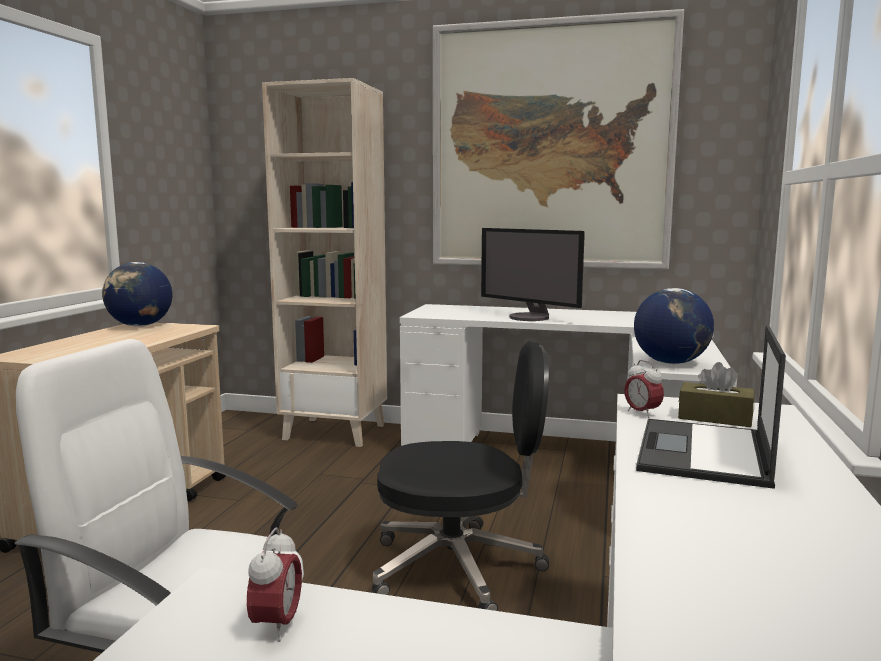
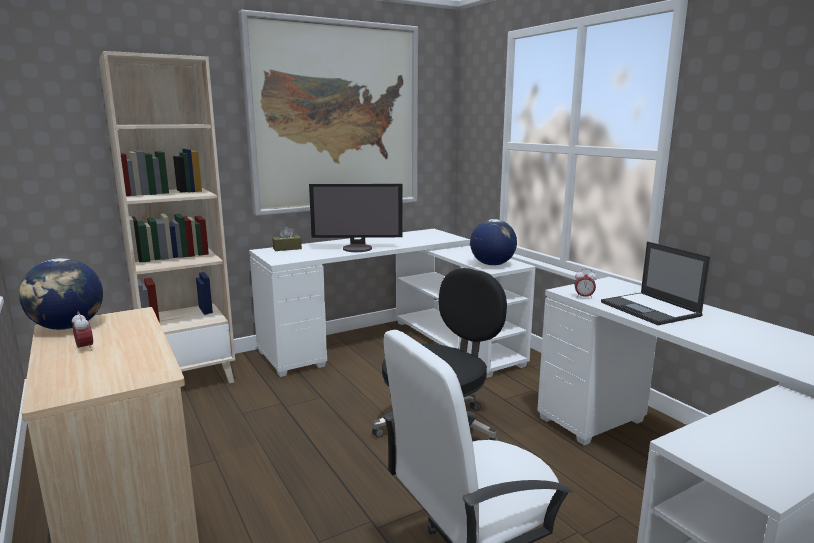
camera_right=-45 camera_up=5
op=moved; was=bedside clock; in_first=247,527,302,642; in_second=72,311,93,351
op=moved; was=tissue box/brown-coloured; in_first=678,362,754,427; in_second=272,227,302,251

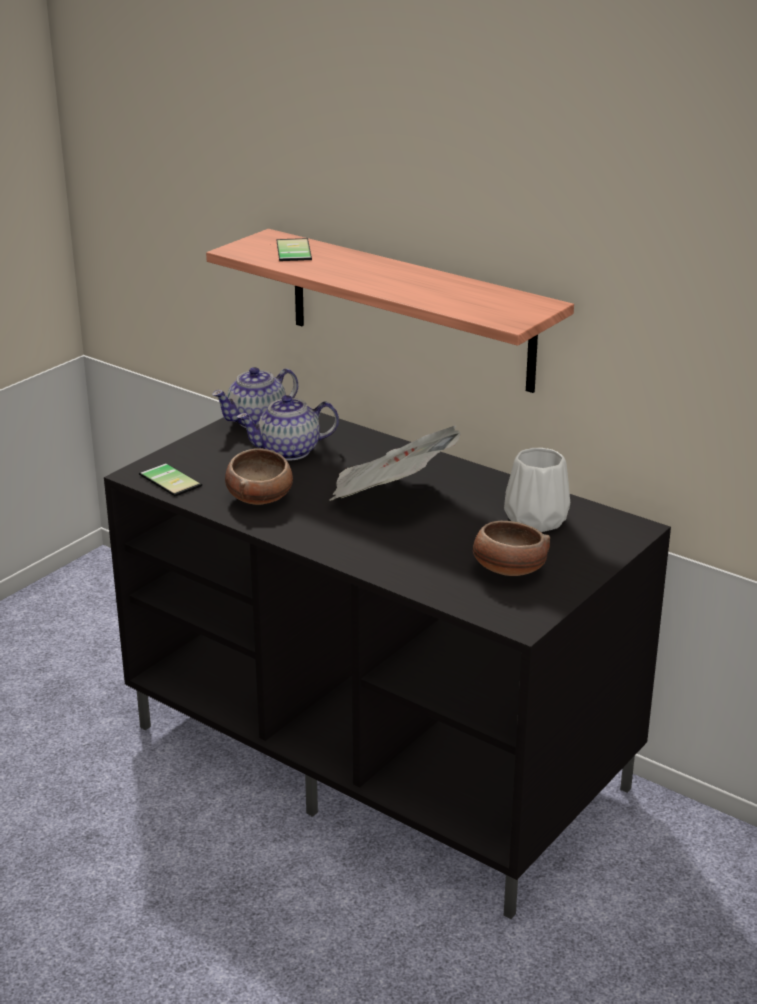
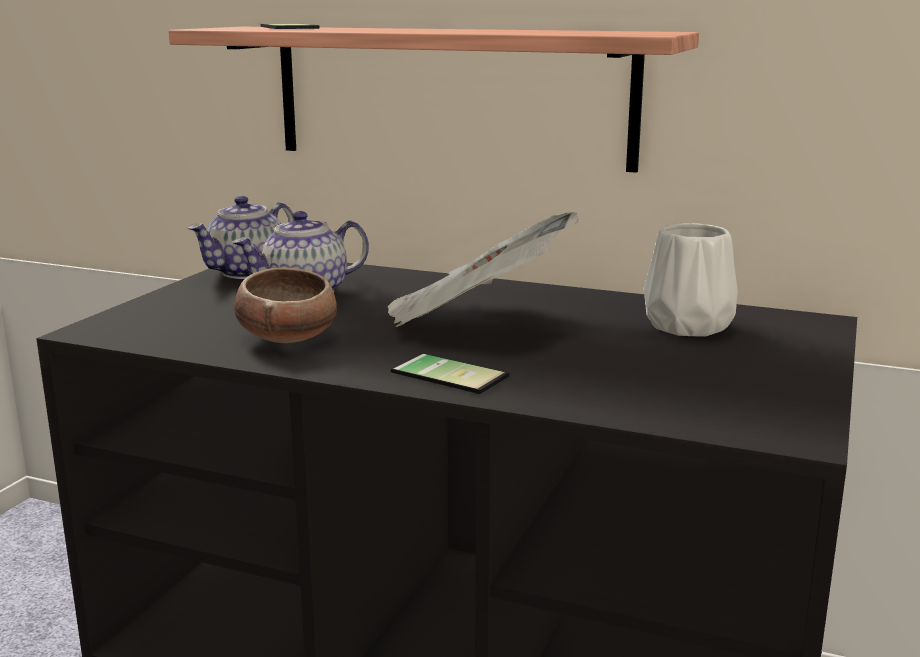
camera_right=-15 camera_up=-10
op=moved; was=telephone; in_first=139,463,202,496; in_second=391,353,509,394
op=removed; was=serving bowl; in_first=473,520,550,576

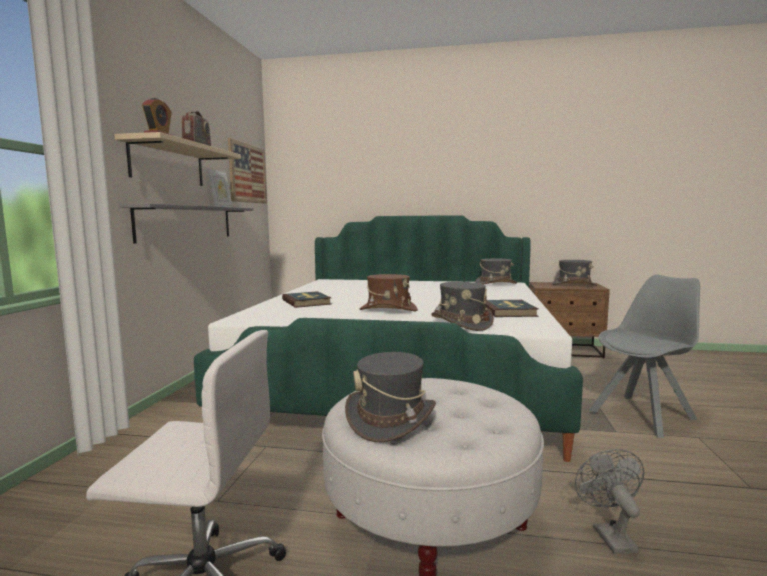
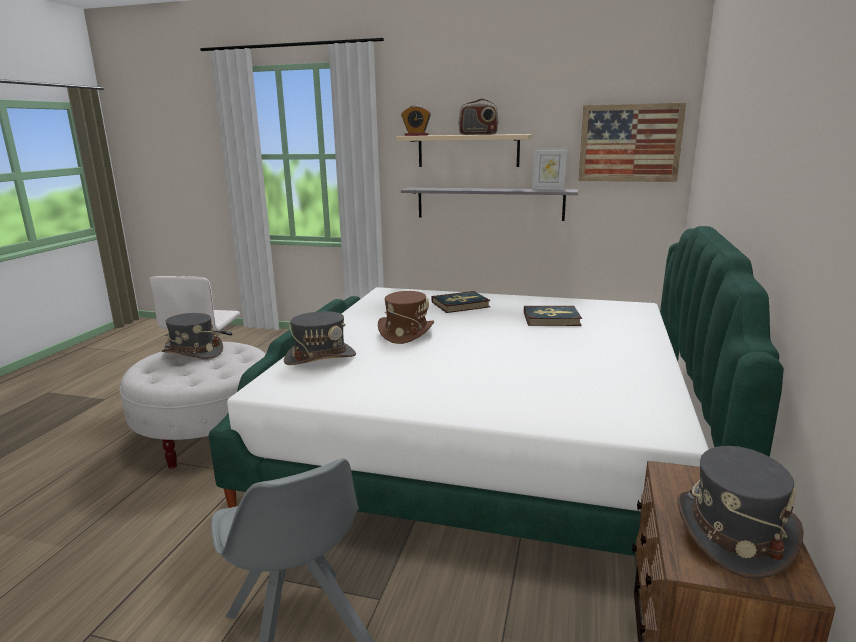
camera_right=95 camera_up=10
op=removed; was=wearable hat/grey; in_first=474,259,517,284
op=moved; was=book; in_first=485,300,539,317; in_second=524,306,582,326
op=removed; was=fan/grey; in_first=575,449,645,554

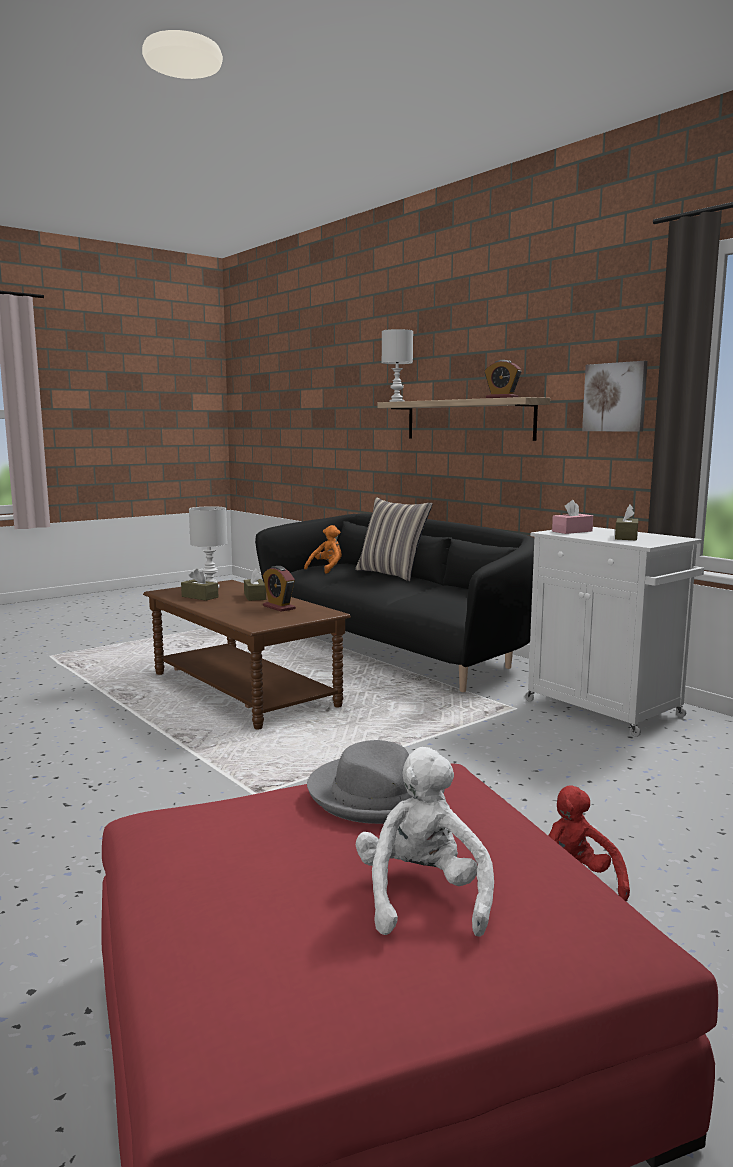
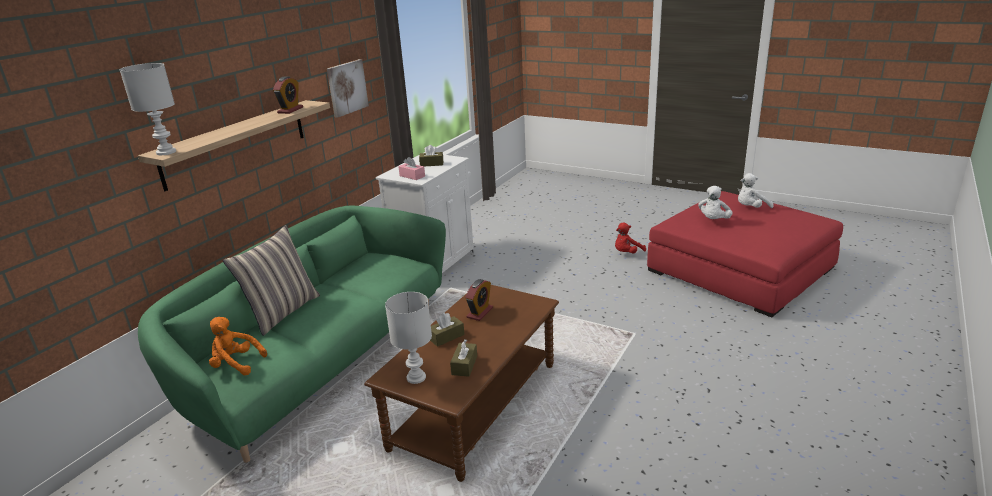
camera_right=-110 camera_up=15
op=recoloured; was=sofa/black; now=sofa/green; in_first=255,513,534,692; in_second=138,206,446,463
op=replaced; was=wearable hat/grey; now=cuddly toy/whitish; in_first=307,740,445,824; in_second=698,186,733,219

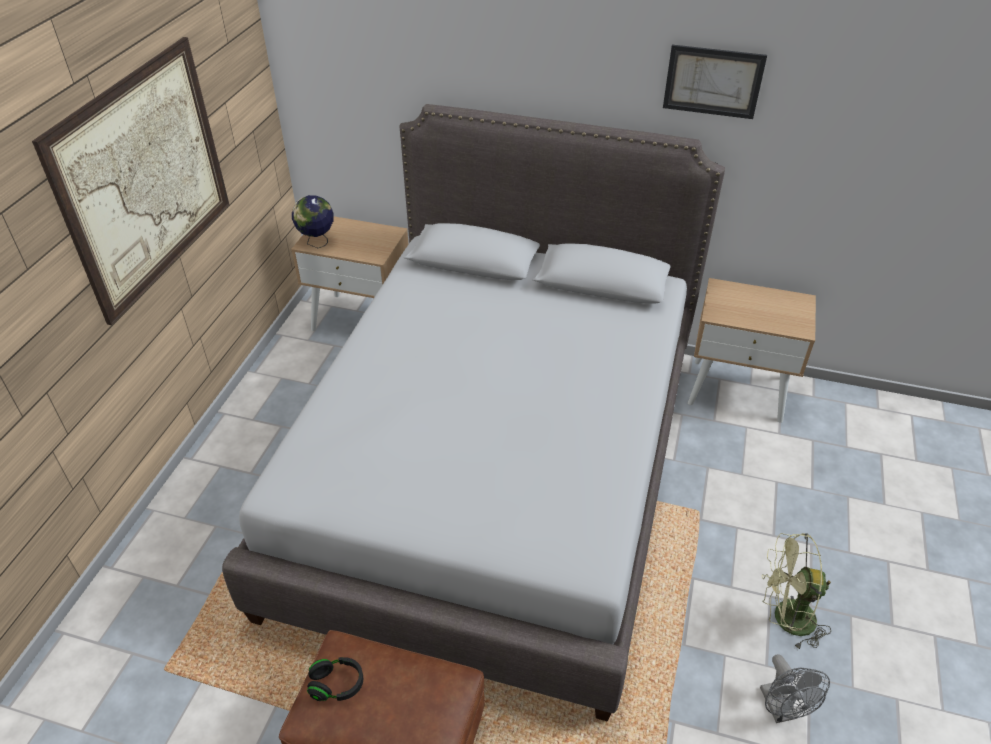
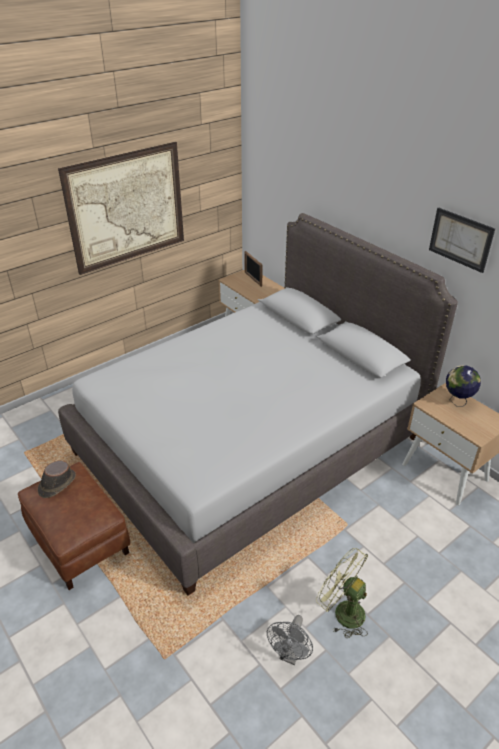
camera_right=35 camera_up=-5
op=moved; was=globe; in_first=292,195,334,248; in_second=446,365,481,406
op=replaced; was=pair of headphones/black; now=wearable hat/brown-coloured; in_first=307,657,363,701; in_second=38,461,76,498
op=added; now=picture frame; in_second=244,251,263,287

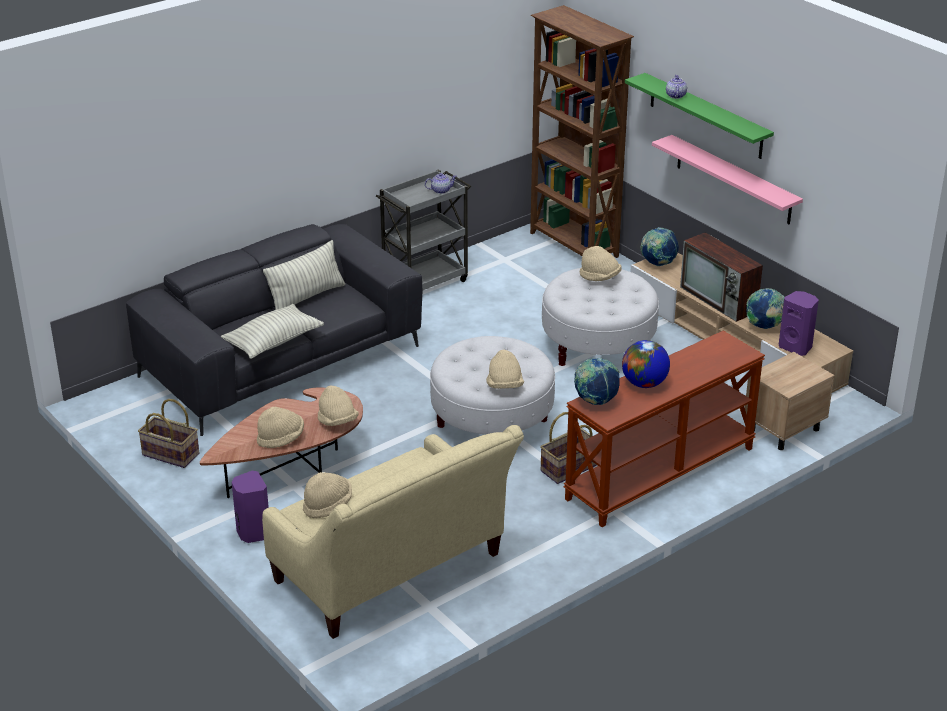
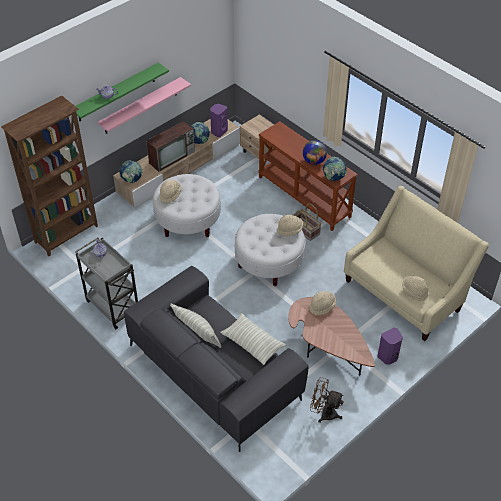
camera_right=-95 camera_up=15
op=replaced; was=household basket; now=fan/brown-coloured; in_first=138,399,199,468; in_second=310,377,344,423
op=removed; was=wearable hat/beige-coloured; in_first=257,407,304,448

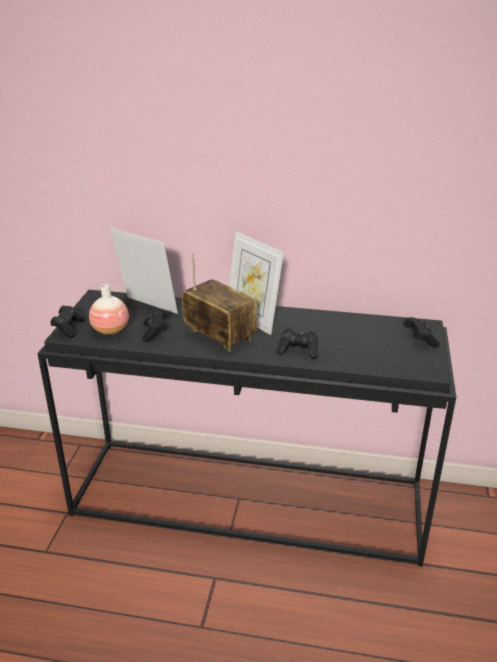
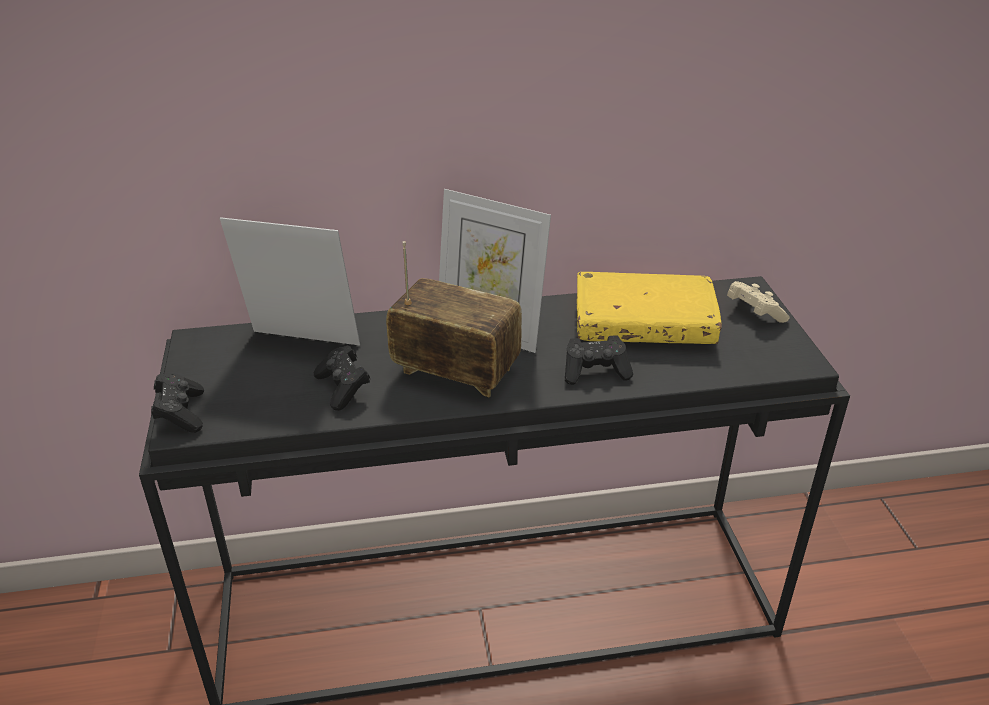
camera_right=-20 camera_up=5
op=removed; was=flower vase; in_first=89,284,129,335
op=recoloured; was=game controller/black; now=game controller/beige-coloured; in_first=404,317,440,348; in_second=727,281,789,323
op=added; now=book/yellowish; in_second=577,272,722,344

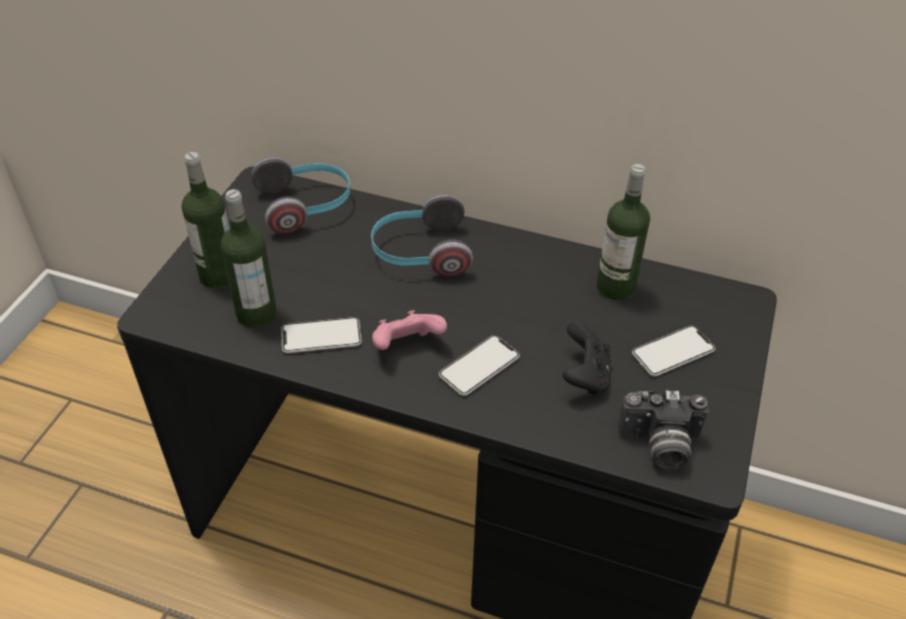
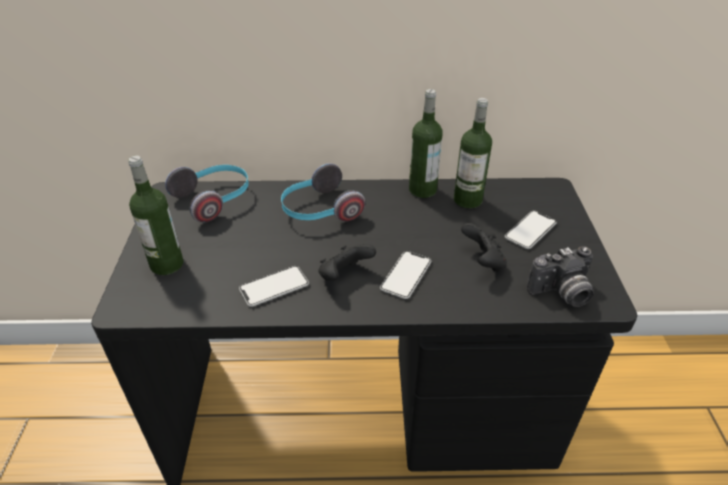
camera_right=-20 camera_up=-5
op=moved; was=drink bottle; in_first=221,189,277,328; in_second=409,89,443,198
op=recoloured; was=game controller/pinkish; now=game controller/black; in_first=372,310,447,350; in_second=318,244,376,281

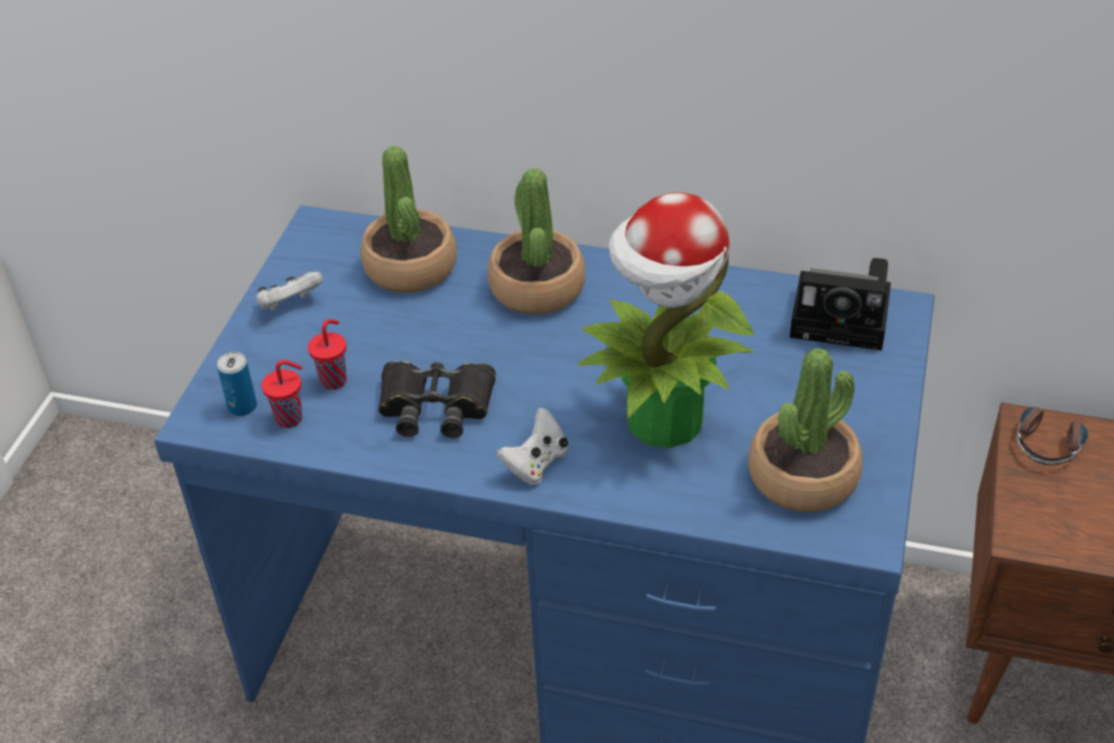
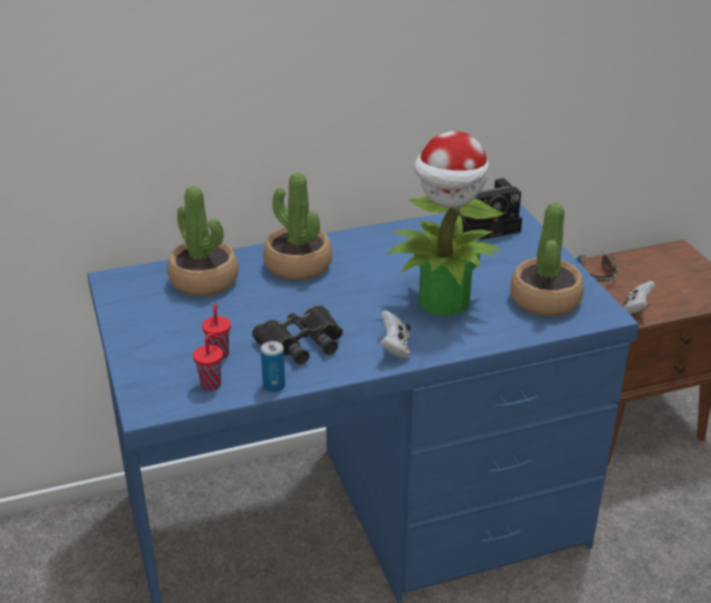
camera_right=-35 camera_up=-10
op=moved; was=can; in_first=217,352,257,416; in_second=261,341,285,392
op=moved; was=game controller/whitish; in_first=256,272,323,312; in_second=623,281,655,314

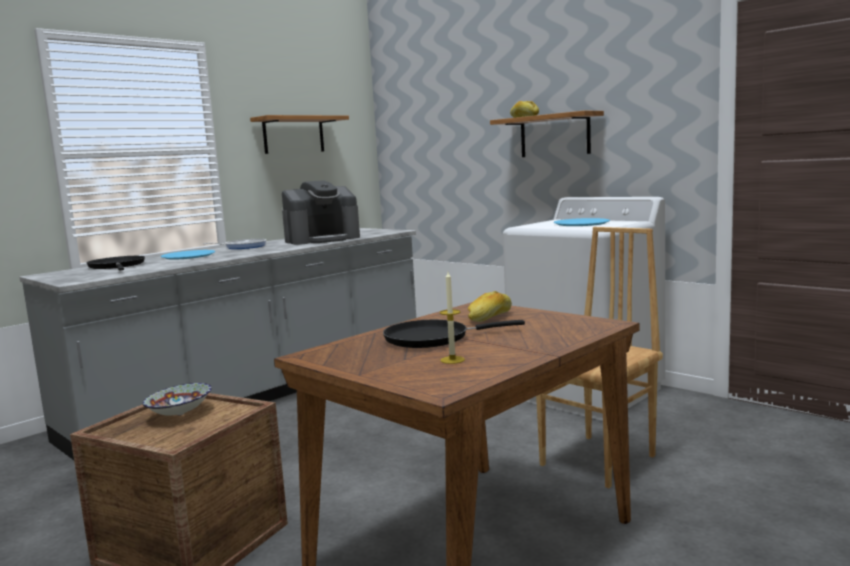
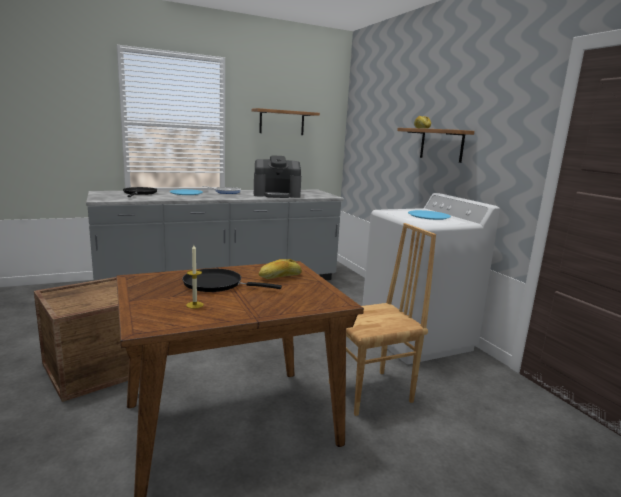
camera_right=20 camera_up=5
op=removed; was=serving bowl; in_first=143,383,212,416

